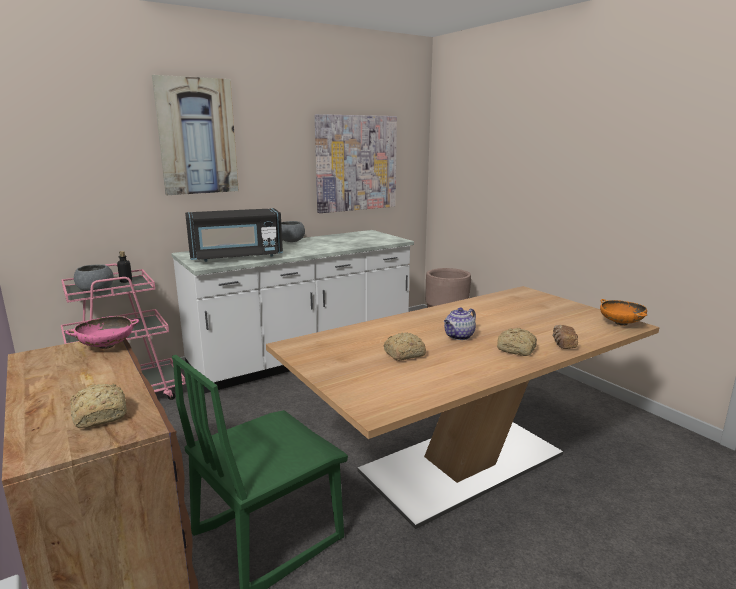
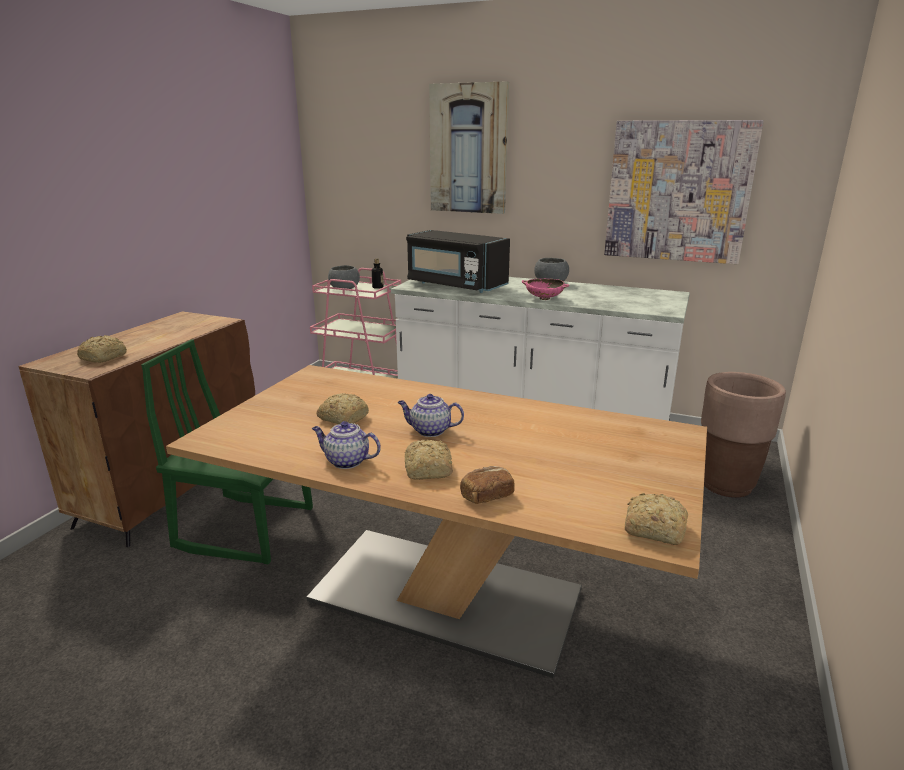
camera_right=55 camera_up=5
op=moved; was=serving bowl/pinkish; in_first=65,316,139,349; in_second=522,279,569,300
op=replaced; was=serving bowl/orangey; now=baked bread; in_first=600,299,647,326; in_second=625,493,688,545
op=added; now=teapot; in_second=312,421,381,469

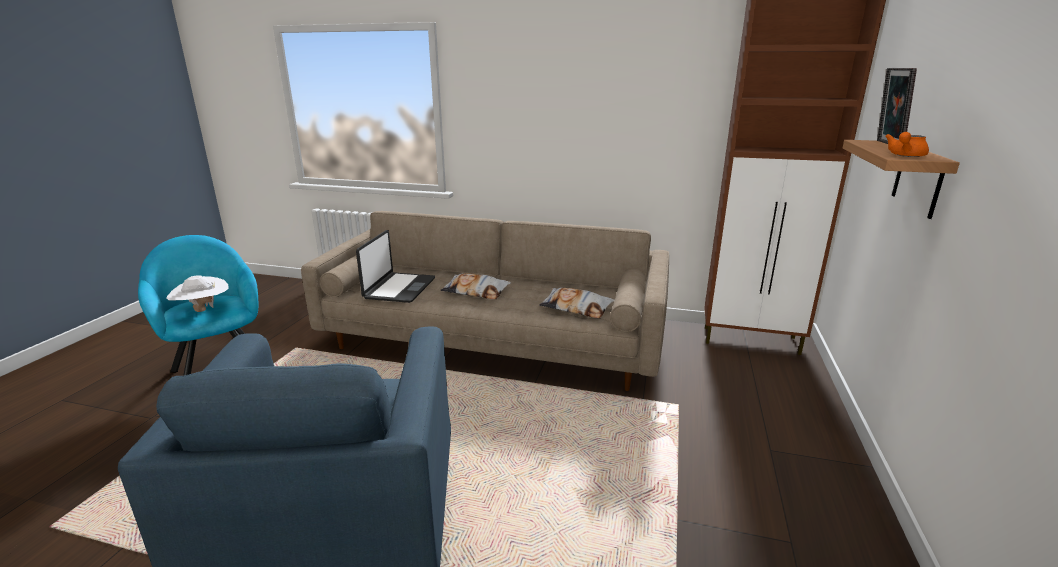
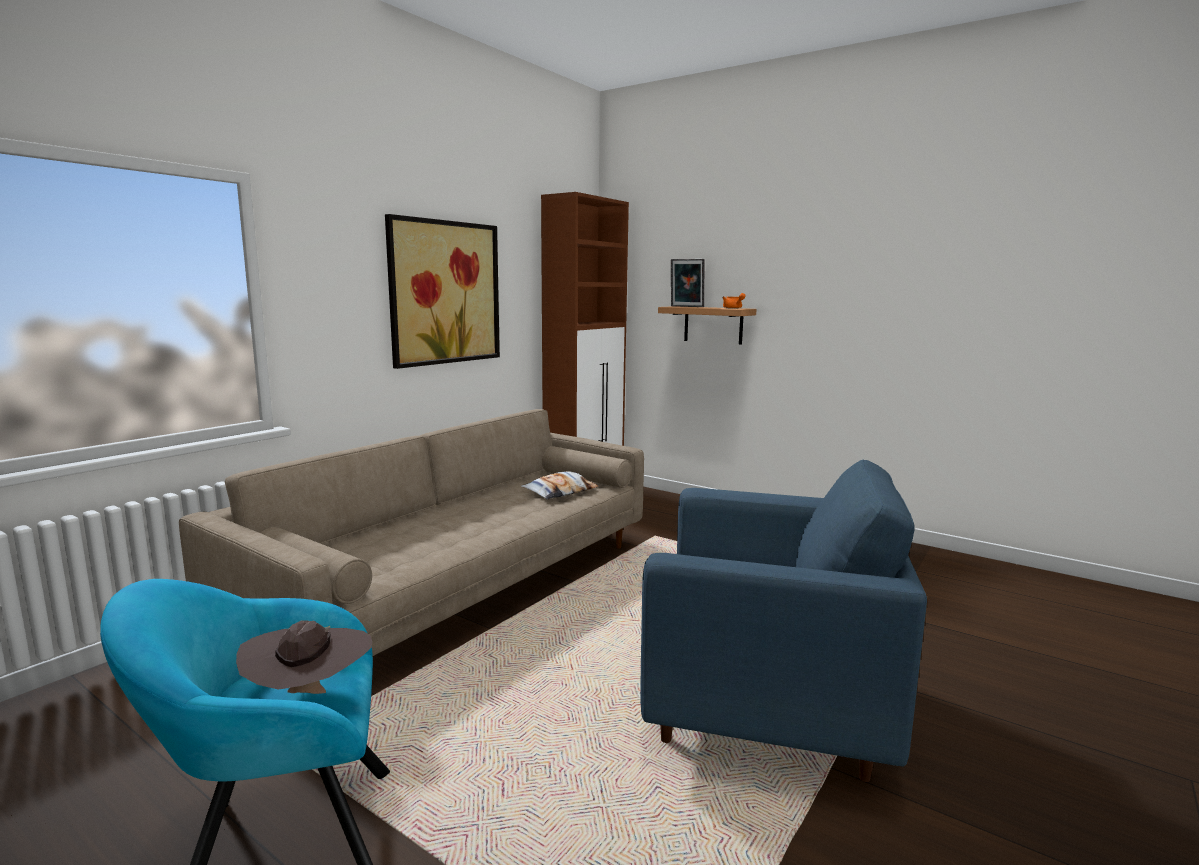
camera_right=-70 camera_up=-10
op=recoloured; was=wearable hat/whitish; now=wearable hat/brown-coloured; in_first=167,275,229,312; in_second=236,621,372,694
op=removed; was=laptop; in_first=356,230,435,303
op=removed; was=pillow; in_first=440,273,511,299
op=added; now=picture; in_second=385,214,500,369

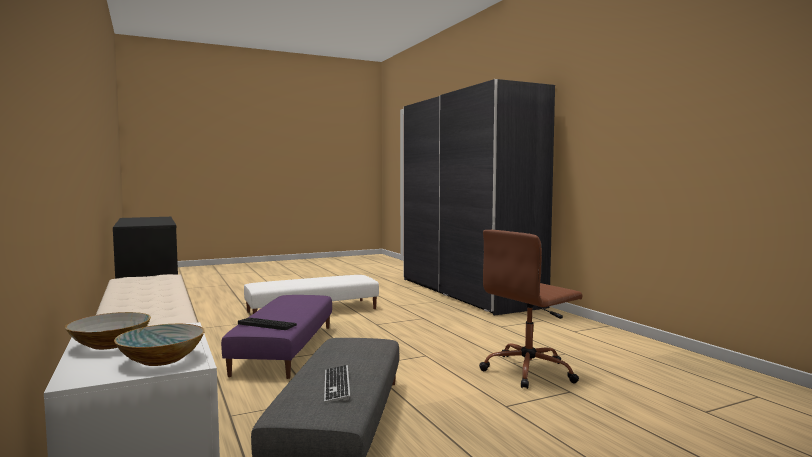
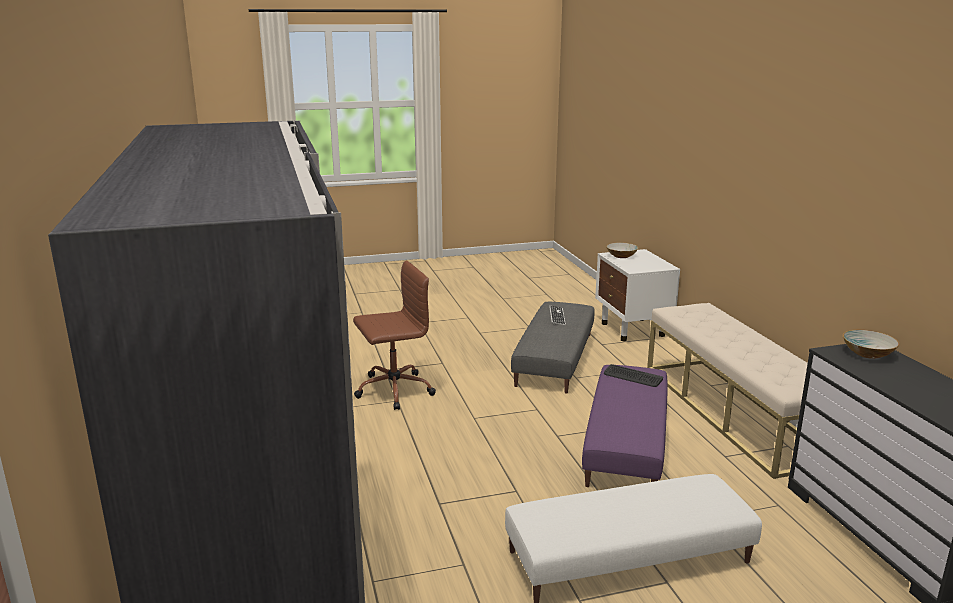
camera_right=-170 camera_up=15
op=moved; was=serving bowl; in_first=65,312,151,350; in_second=843,330,899,359

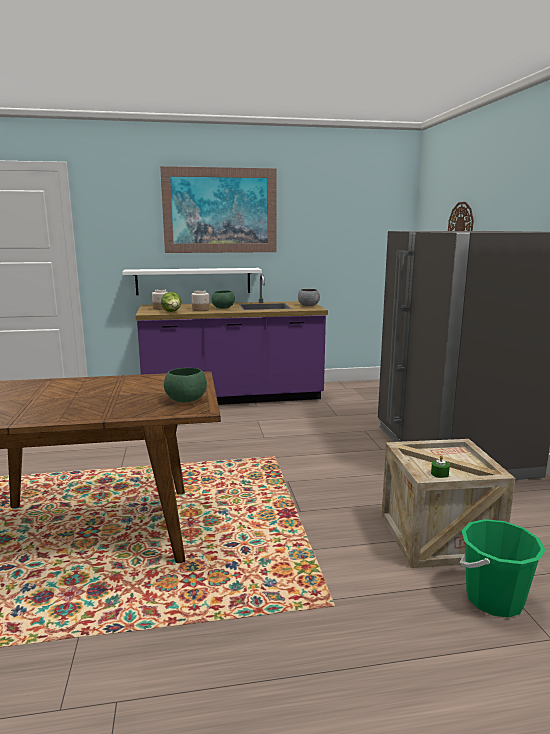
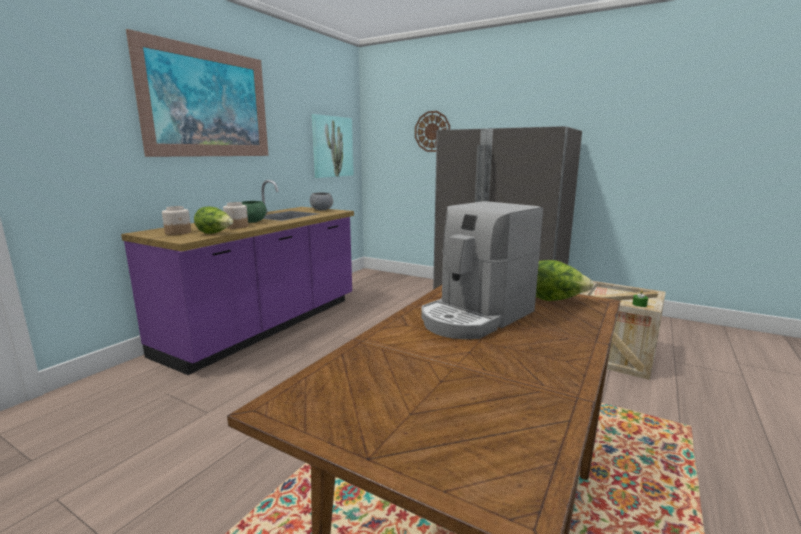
camera_right=-50 camera_up=0
op=removed; was=wall shelf/whitish; in_first=122,268,262,295
op=replaced; was=serving bowl/green; now=lettuce head; in_first=164,368,207,403; in_second=536,260,594,301
op=removed; was=water bucket/green; in_first=460,519,545,618
op=added; now=picture; in_second=312,114,354,178
op=added; now=coffee maker; in_second=421,201,543,339

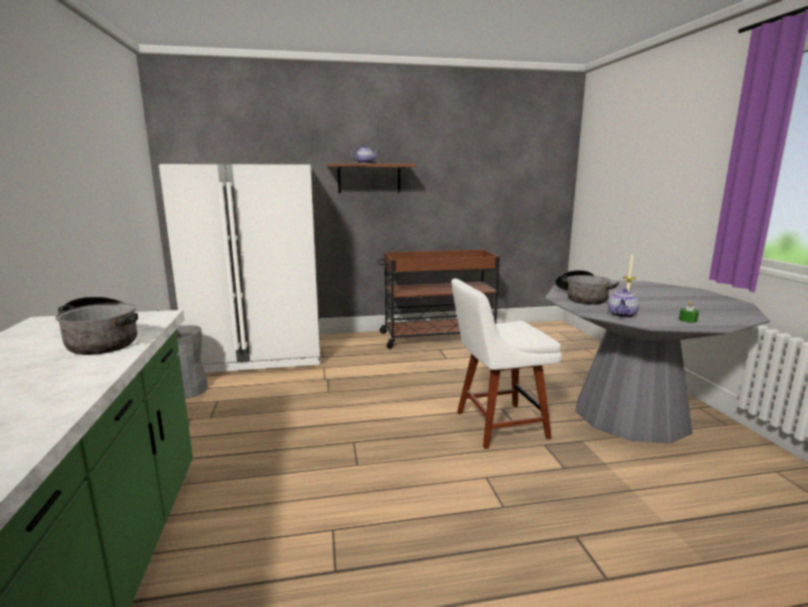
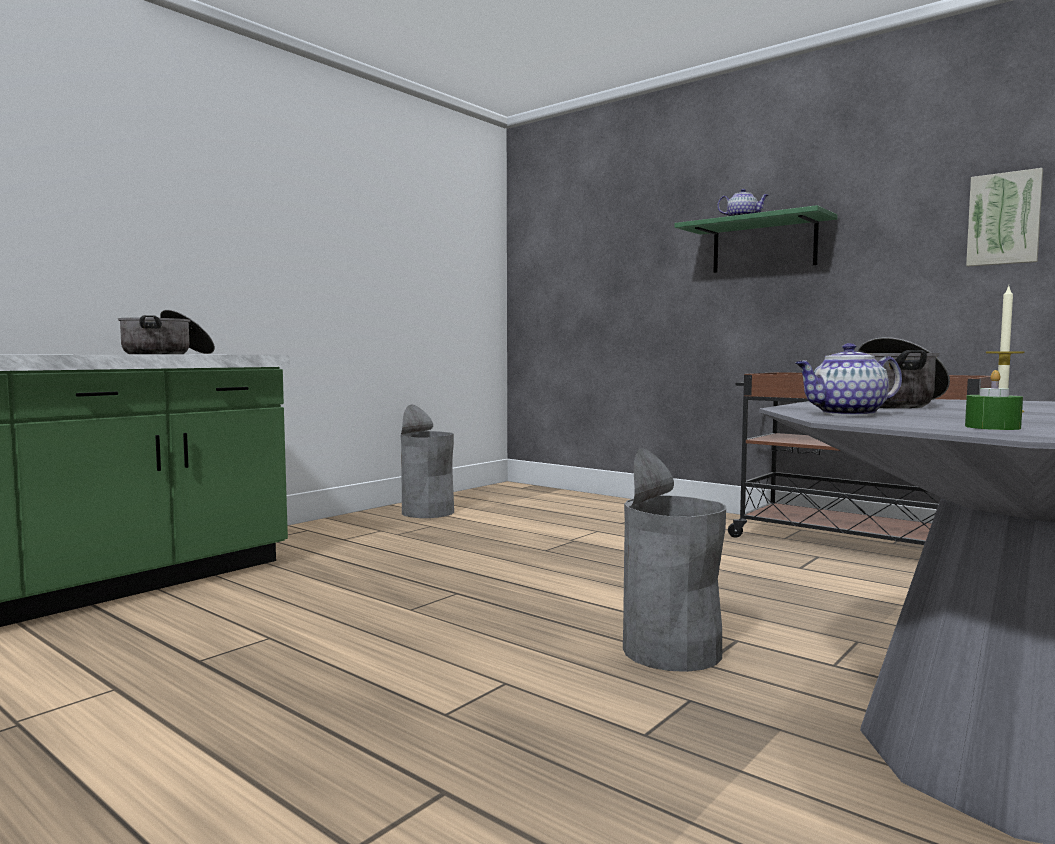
camera_right=50 camera_up=-10
op=removed; was=fridge/whitish; in_first=158,163,321,373
op=recoloured; was=wall shelf/brown-coloured; now=wall shelf/green; in_first=327,163,417,192; in_second=674,205,838,273
op=replaced; was=upright chair/whitish; now=rubbish bin/grey; in_first=451,278,562,449; in_second=623,448,726,672
op=added; now=picture; in_second=966,168,1043,267

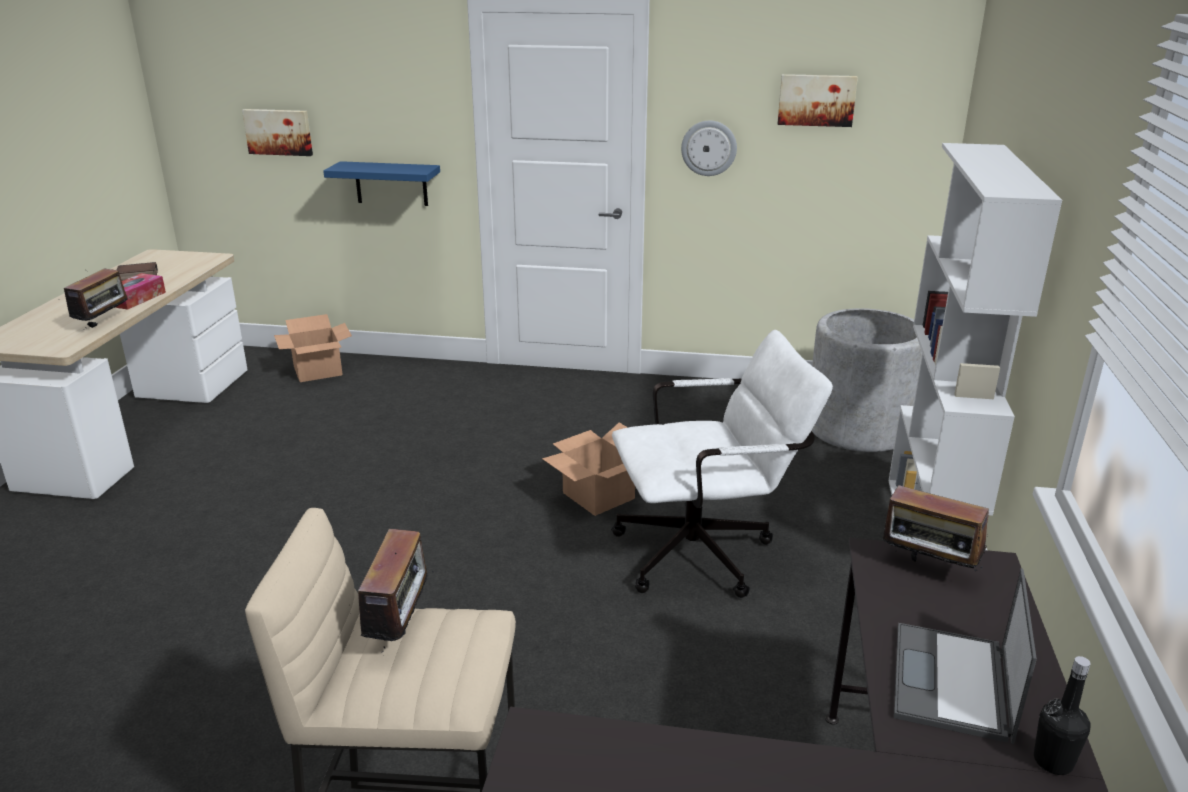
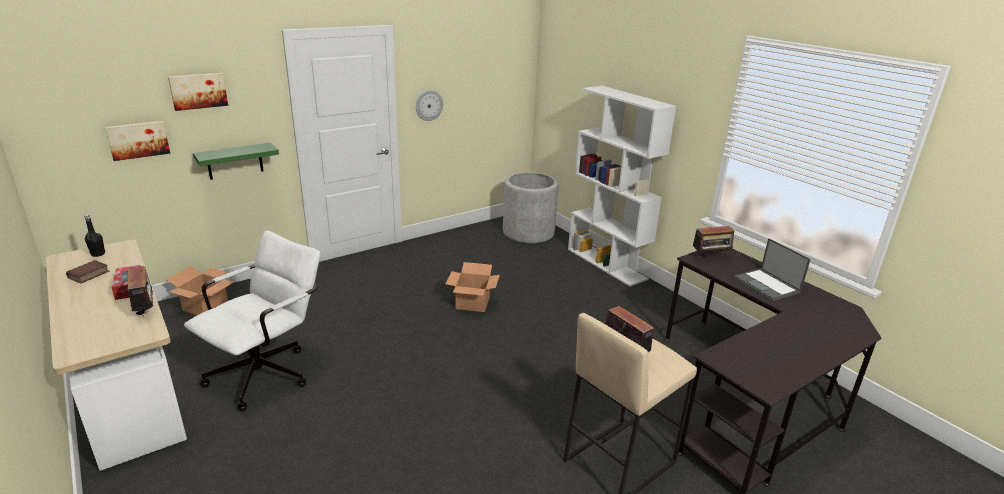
camera_right=-45 camera_up=0
op=recoloured; was=wall shelf/blue; now=wall shelf/green; in_first=323,161,440,206; in_second=193,143,279,180
op=moved; was=computer chair/whitish; in_first=611,330,833,598; in_second=184,230,320,411
op=moved; was=picture; in_first=778,74,858,127; in_second=168,73,228,111
op=moved; was=drink bottle/black; in_first=1034,656,1091,775; in_second=84,214,105,257

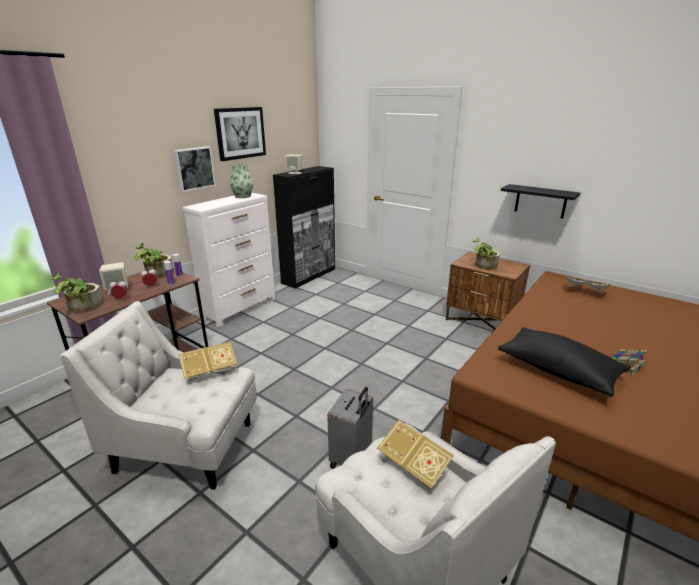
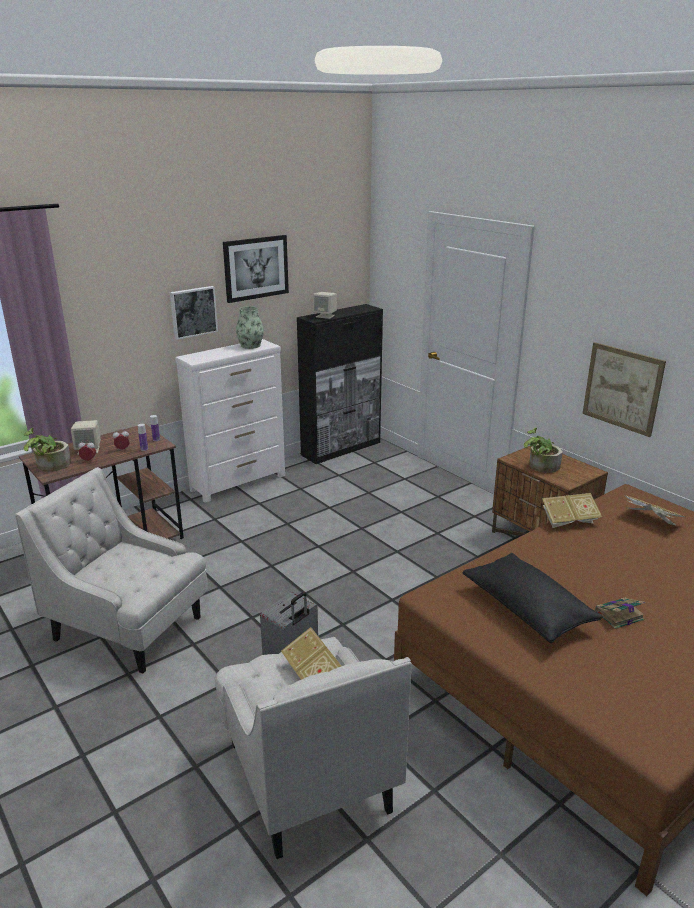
camera_right=15 camera_up=0
op=removed; was=houseplant; in_first=134,243,174,278
op=moved; was=book; in_first=178,342,238,382; in_second=542,493,602,528
op=replaced; was=wall shelf/black; now=picture; in_first=501,184,580,219; in_second=583,342,666,437

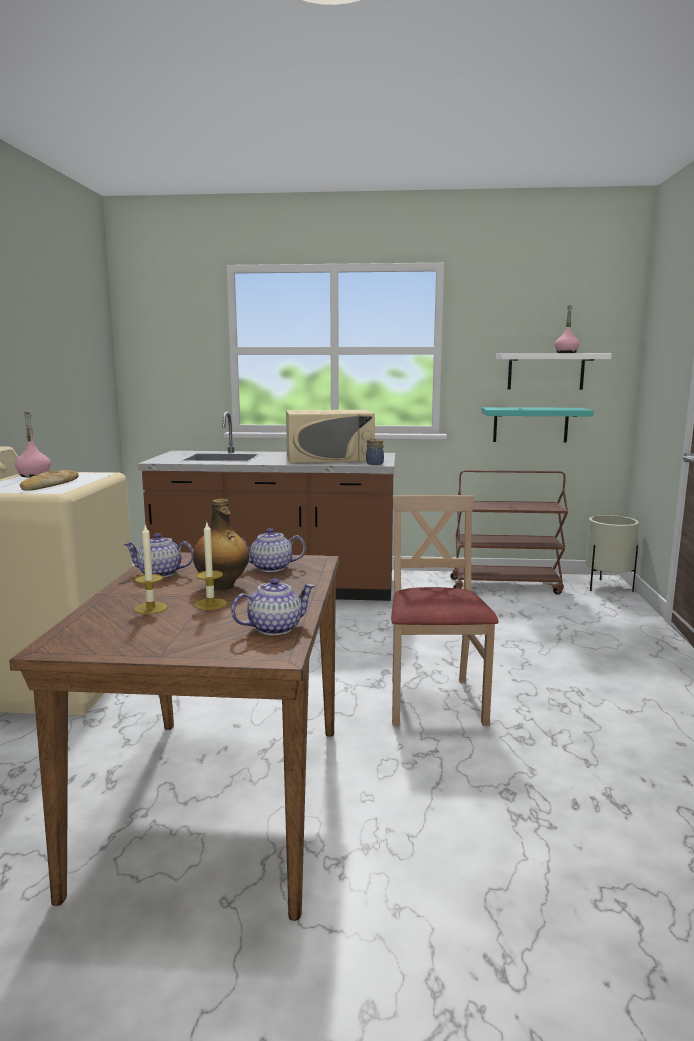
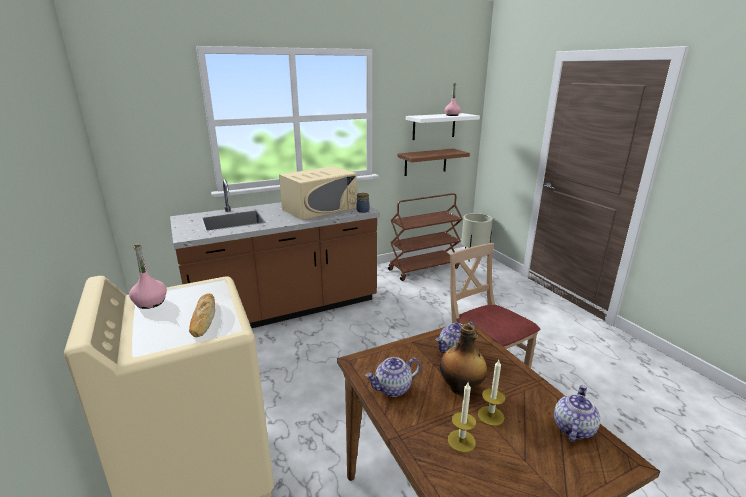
camera_right=-30 camera_up=10
op=recoloured; was=wall shelf/blue-green; now=wall shelf/brown-coloured; in_first=481,407,594,443; in_second=398,149,470,176

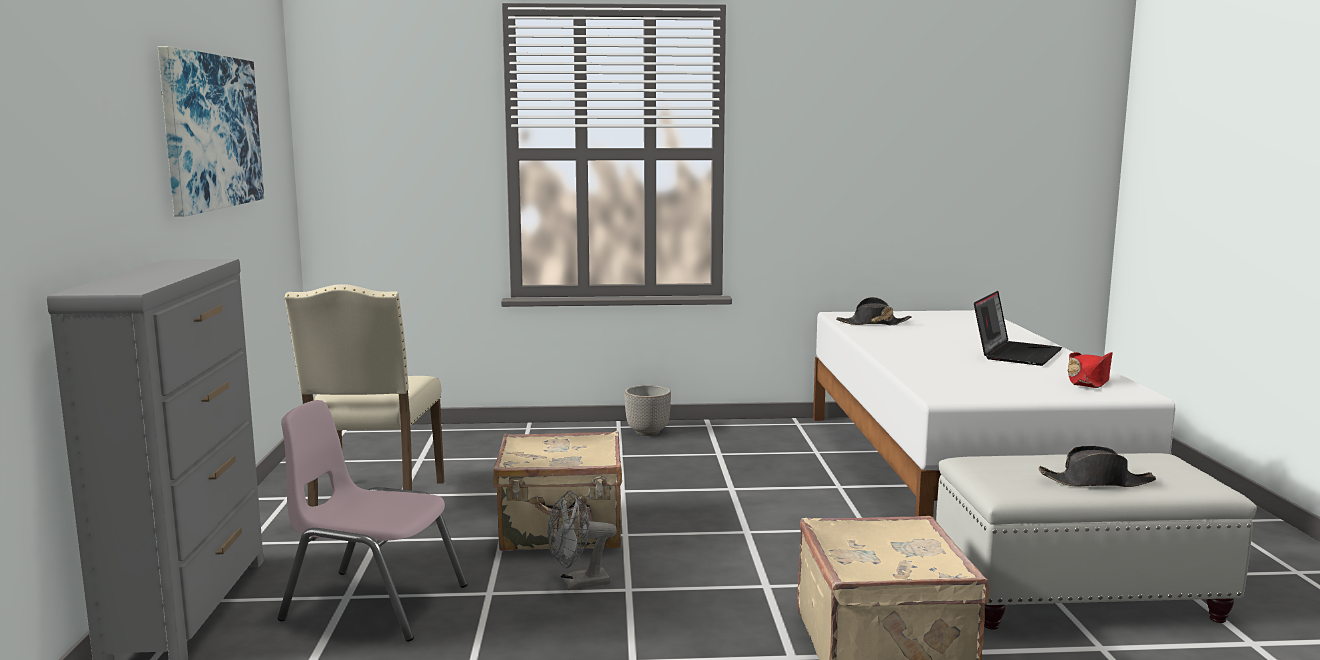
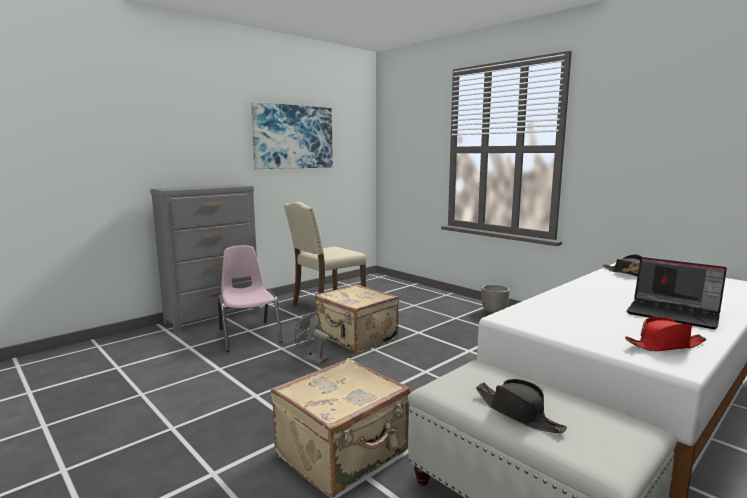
camera_right=50 camera_up=0
op=turned; was=laptop; in_first=974,291,1062,366; in_second=627,257,727,329; clockwise=45

